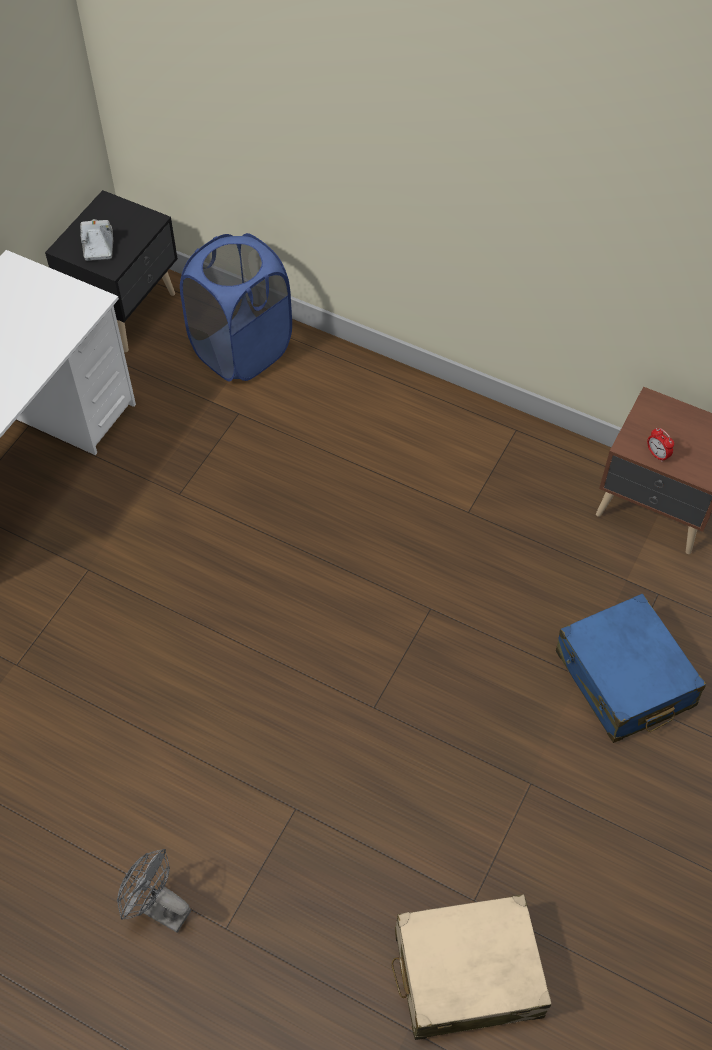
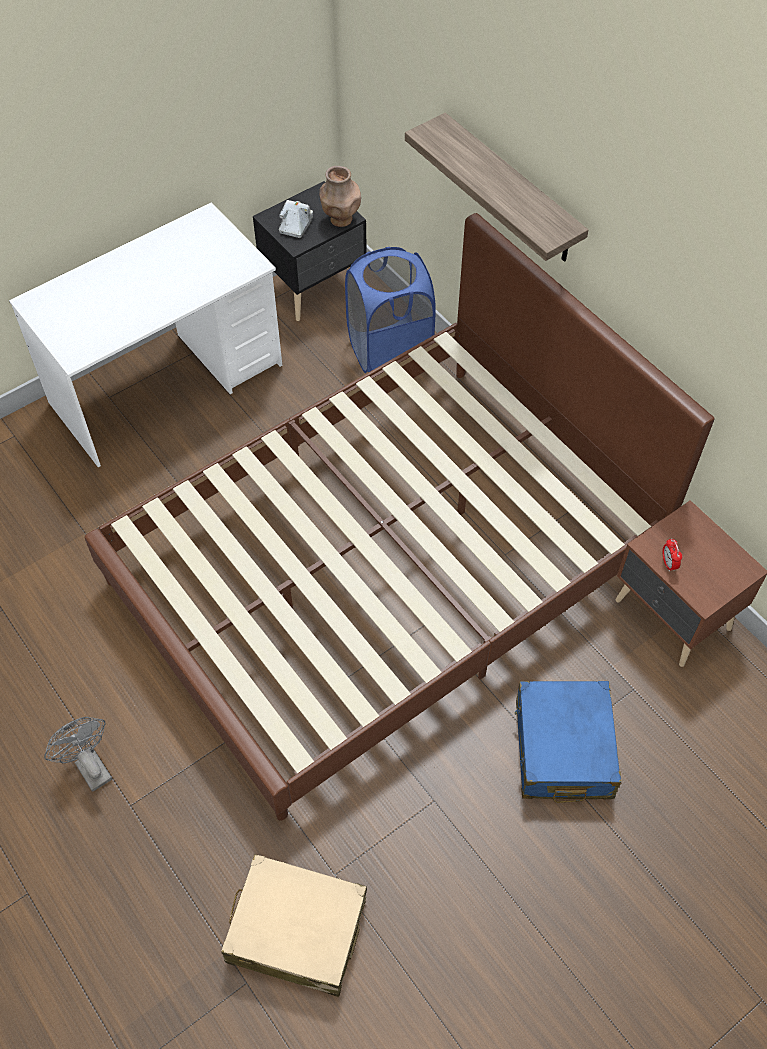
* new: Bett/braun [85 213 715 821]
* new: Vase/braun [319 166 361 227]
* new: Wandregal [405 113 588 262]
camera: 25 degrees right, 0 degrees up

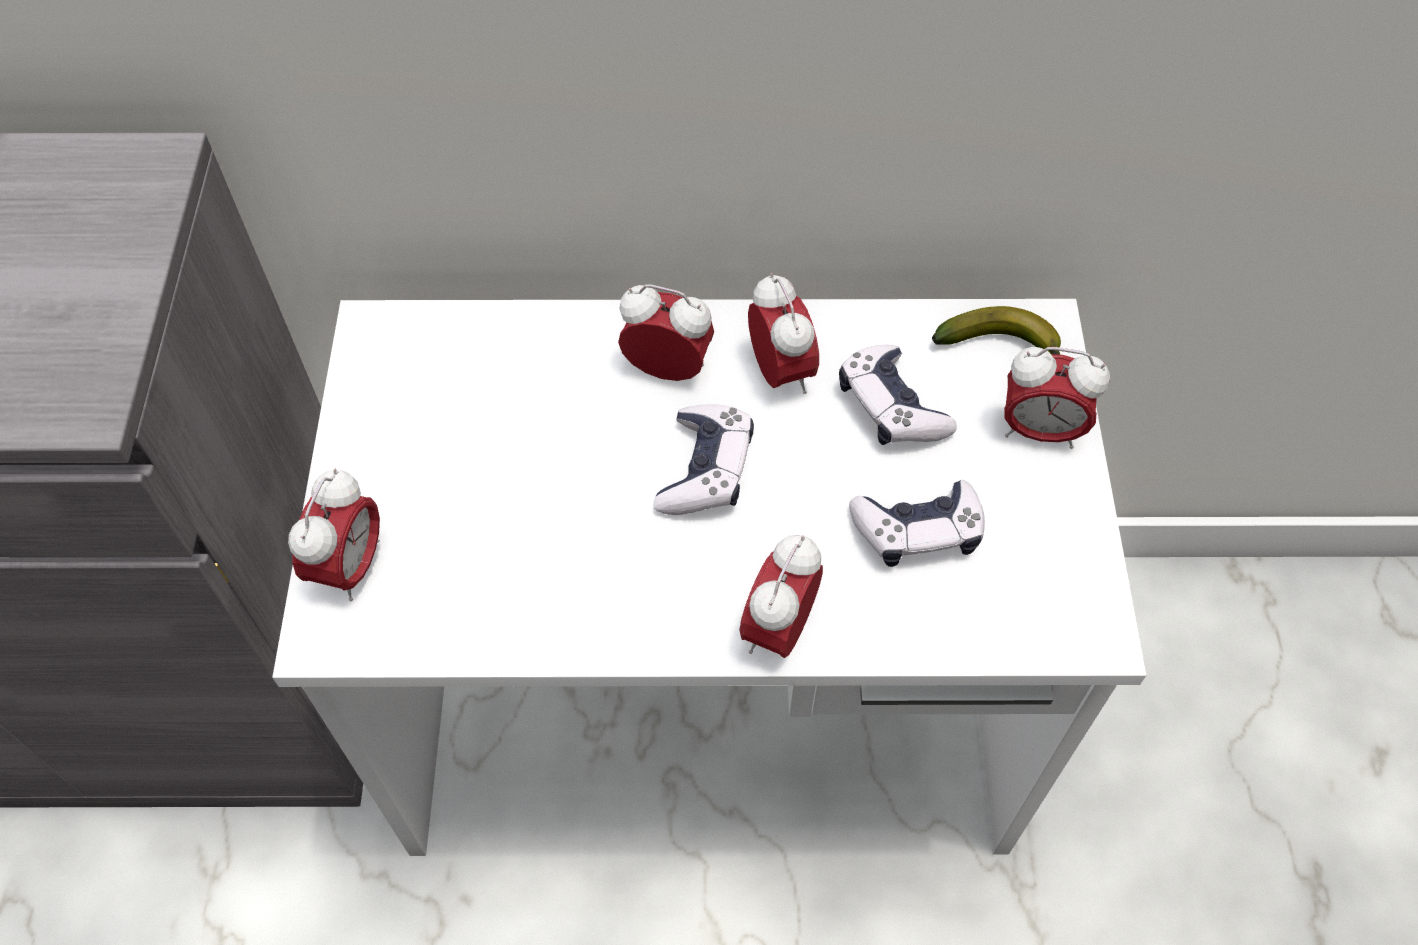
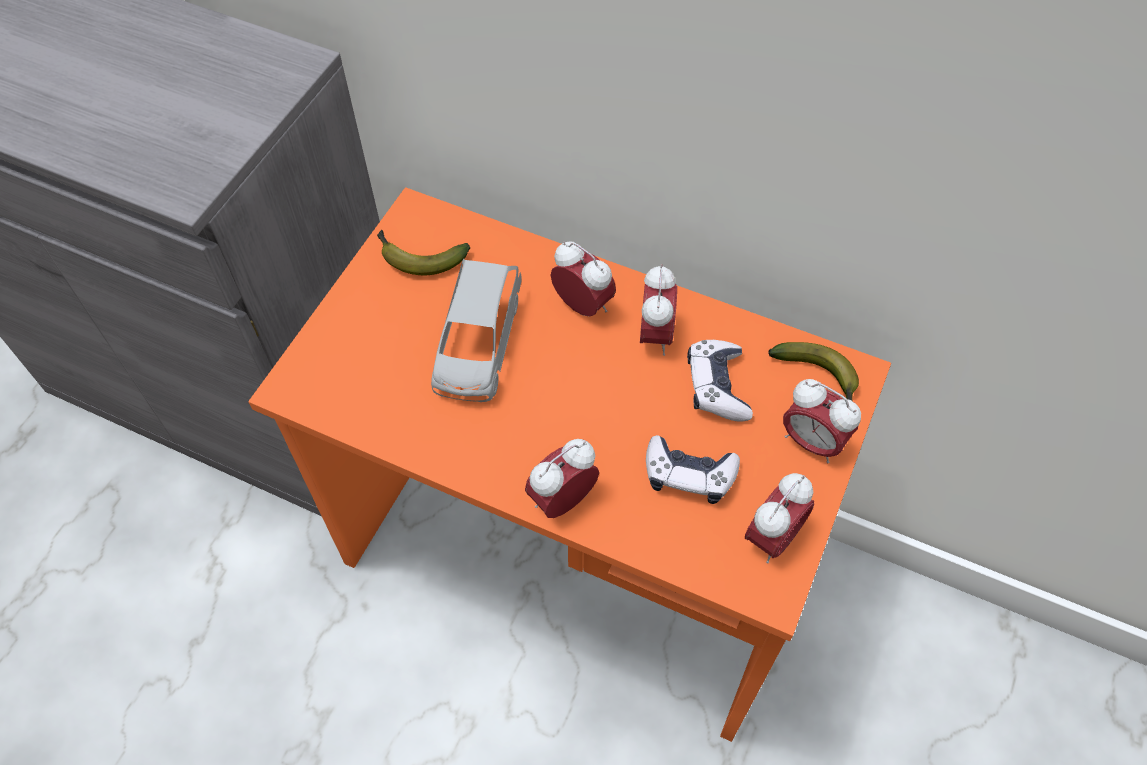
* gone: Gamepad [654 404 754 515]
* new: Banane [377 230 470 275]
* new: Spielzeugauto/grau [431 259 522 402]
* shifted: Wecker [288 469 380 601] to [745 473 814 563]
* repainted: Schreibtisch/weiß [272 299 1146 856] to Schreibtisch/orange [248 187 891 742]
camera: 25 degrees right, 0 degrees up

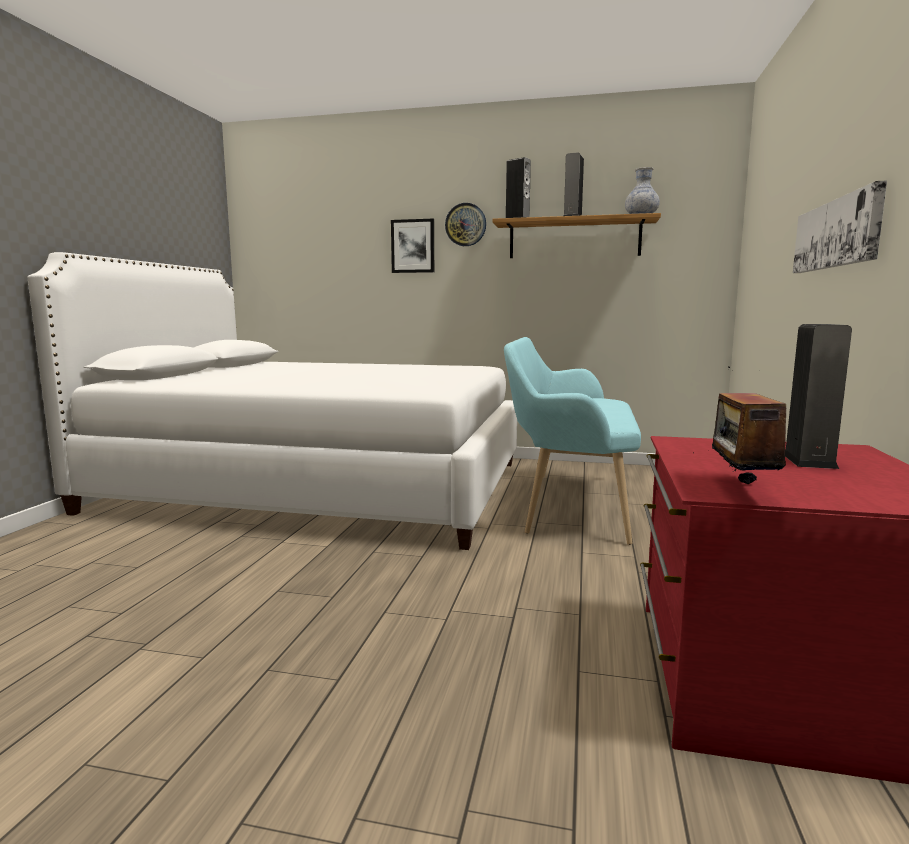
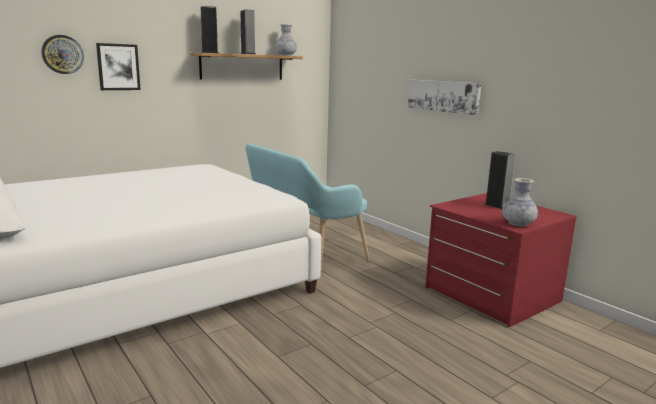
* shifted: Wanduhr [445 203 486 246] to [41 35 84 74]
* swapped: Radio [712 367 797 484] to Vase [502 178 538 227]
camera: 50 degrees left, 5 degrees up

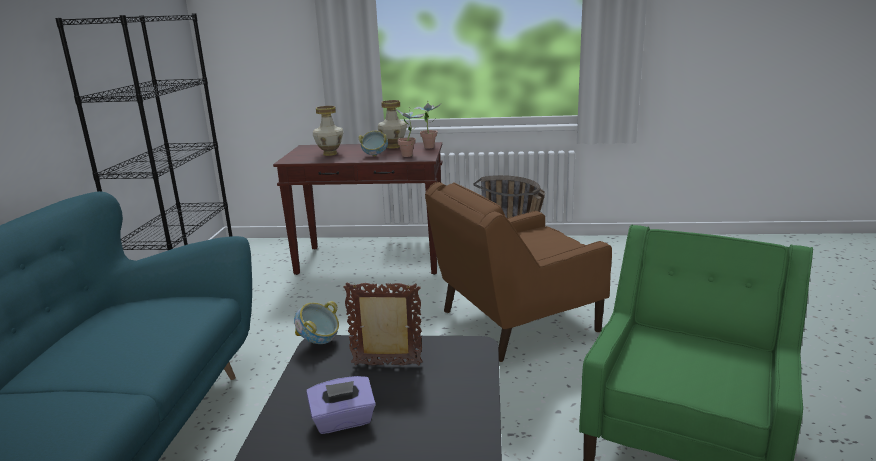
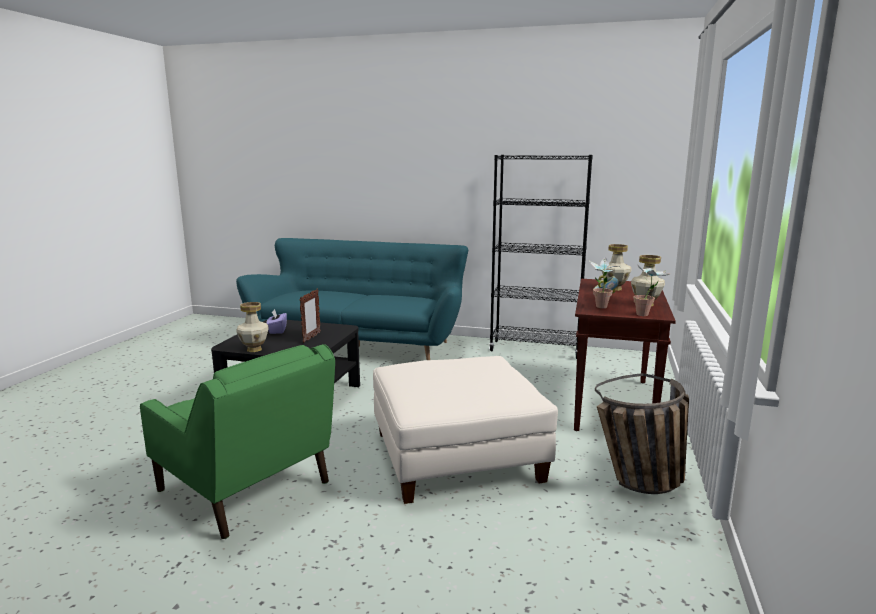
* gone: Schüssel [294 301 339 344]
* new: Vase [236 302 269 352]
* swapped: Sessel/braun [425 182 612 362] to Polsterhocker/weiß [373 356 558 504]
camera: 100 degrees right, 5 degrees down

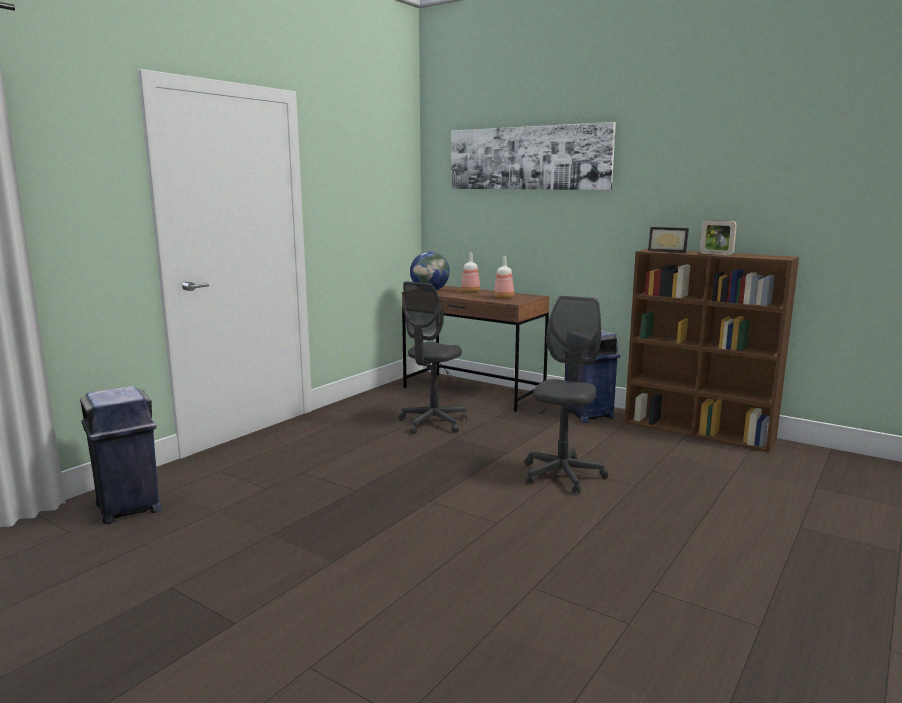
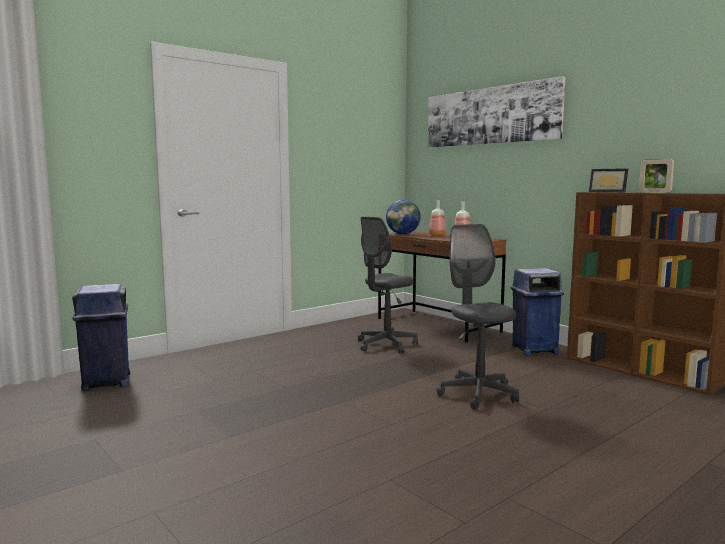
* rotated: Bürostuhl/grau [525 296 608 493] = [437 224 519 410] 60 degrees counterclockwise
camera: 15 degrees right, 5 degrees down

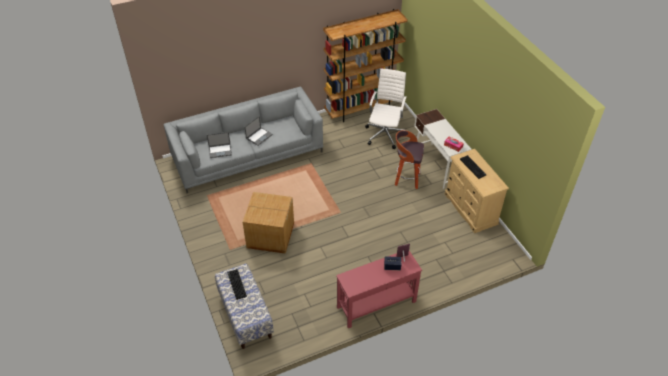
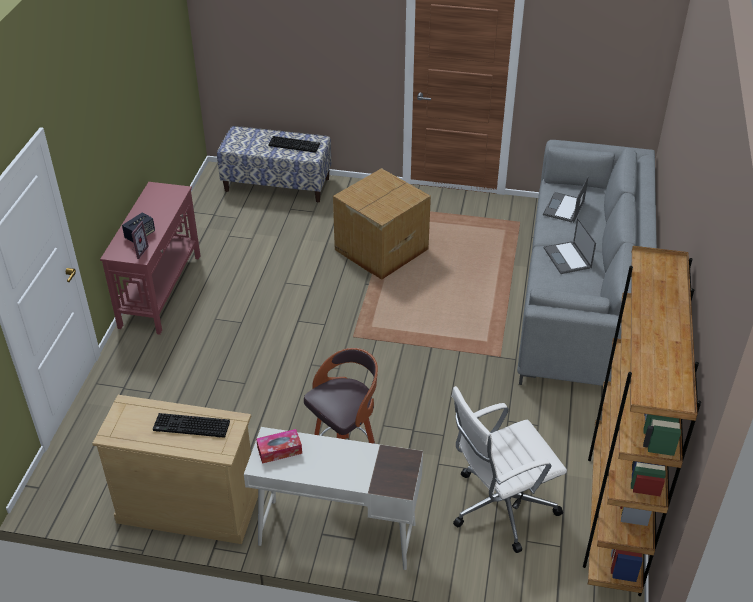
* rotated: Bürostuhl/weiß [365 69 407 149] = [451 386 567 553] 105 degrees clockwise
camera: 125 degrees right, 5 degrees down

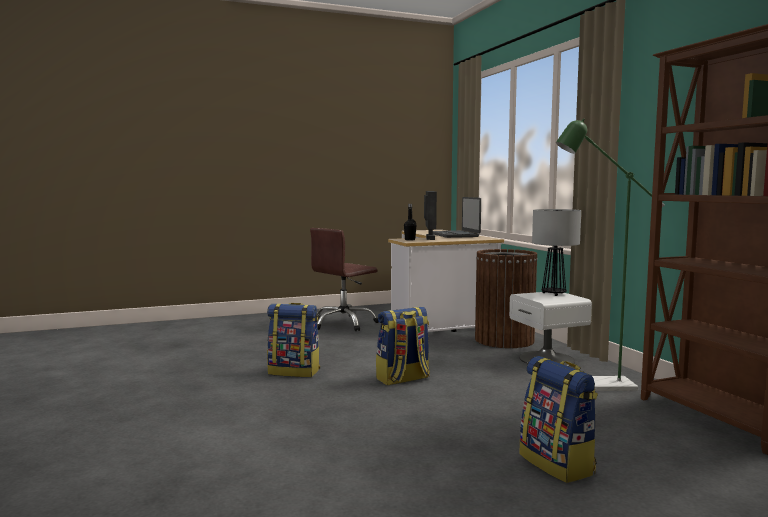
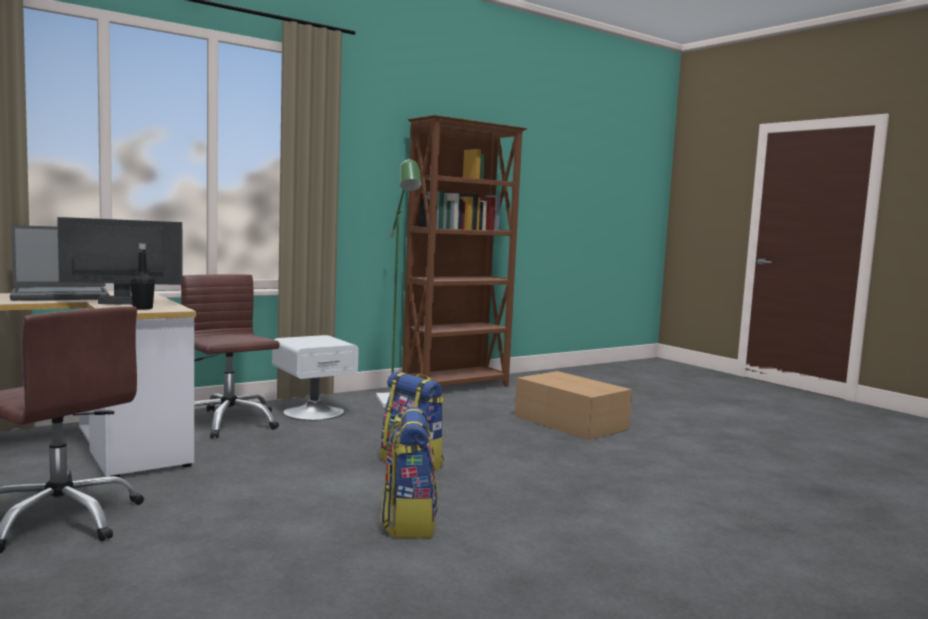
* gone: Tischlampe [532 209 581 296]
* swapped: Mülleimer/braun [475 249 538 348] to Bürostuhl/braun [181 274 280 438]
* swapped: Rucksack [519 356 598 483] to Karton [515 371 632 440]
camera: 105 degrees left, 0 degrees up

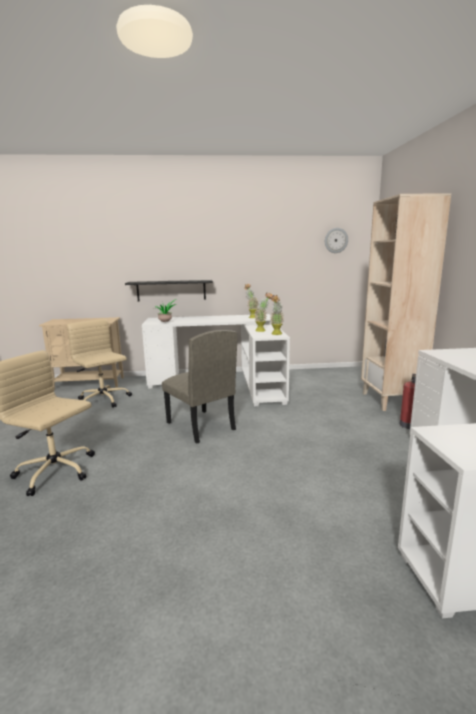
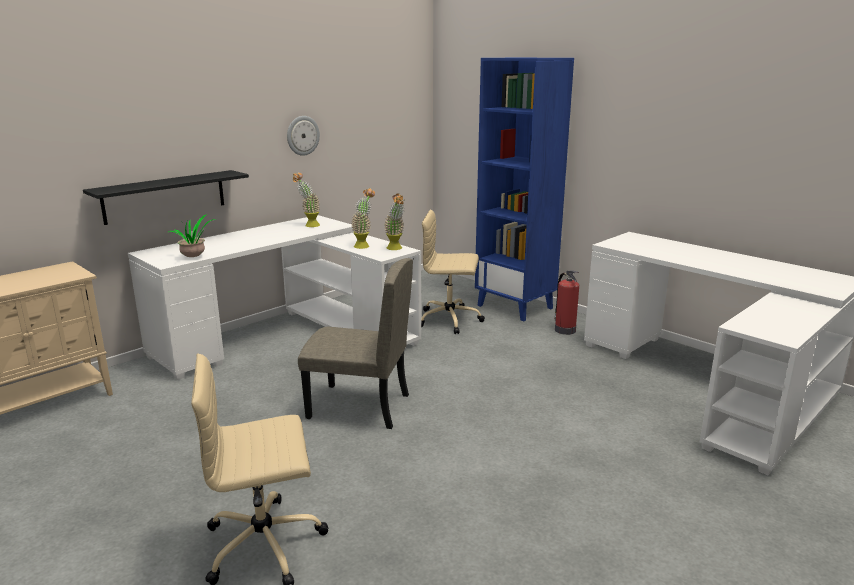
* shifted: Bürostuhl/beige [67 319 132 408] to [421 210 485 334]
* shifted: Wanduhr [325 228 348 253] to [287 116 320 156]
* repainted: Bücherregal/beige [361 193 451 411] to Bücherregal/blau [475 58 574 321]
camera: 40 degrees left, 5 degrees up

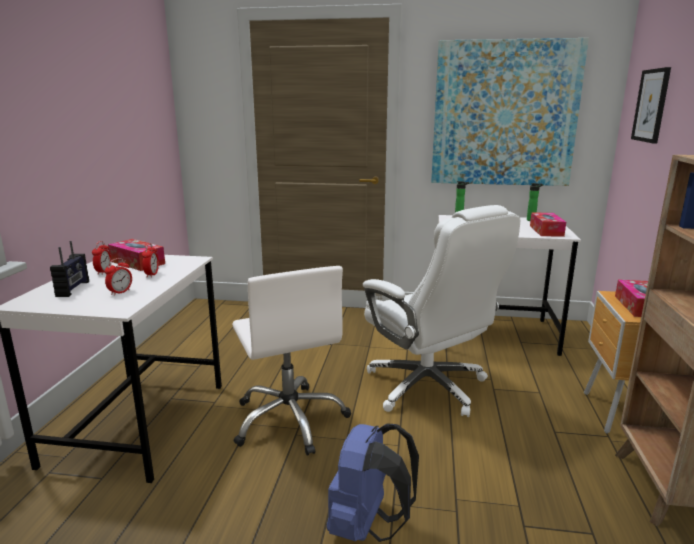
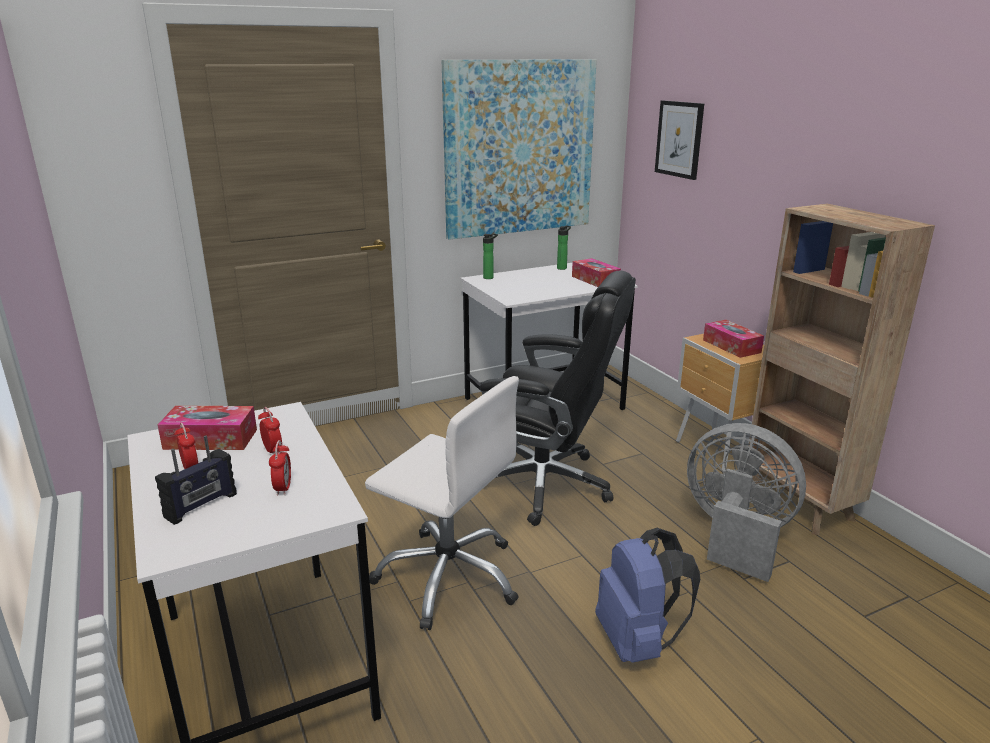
* new: Ventilator/grau [687 423 806 582]
* repainted: Bürostuhl/weiß [363 205 520 417] to Bürostuhl/schwarz [480 271 636 526]
* rotated: Radio [50 241 89 297] = [155 435 237 525] 75 degrees clockwise
camera: 35 degrees left, 5 degrees up

